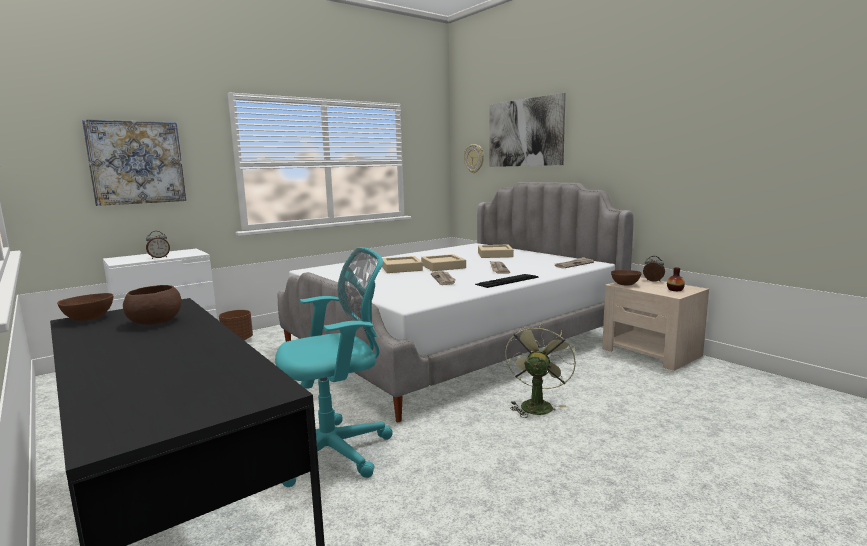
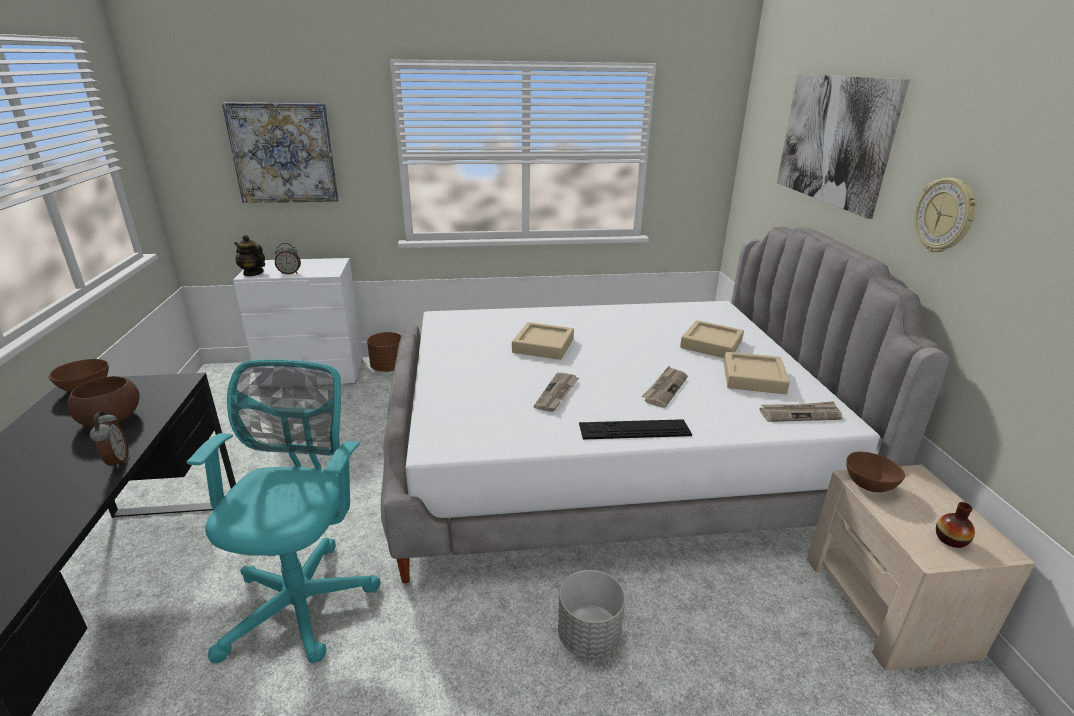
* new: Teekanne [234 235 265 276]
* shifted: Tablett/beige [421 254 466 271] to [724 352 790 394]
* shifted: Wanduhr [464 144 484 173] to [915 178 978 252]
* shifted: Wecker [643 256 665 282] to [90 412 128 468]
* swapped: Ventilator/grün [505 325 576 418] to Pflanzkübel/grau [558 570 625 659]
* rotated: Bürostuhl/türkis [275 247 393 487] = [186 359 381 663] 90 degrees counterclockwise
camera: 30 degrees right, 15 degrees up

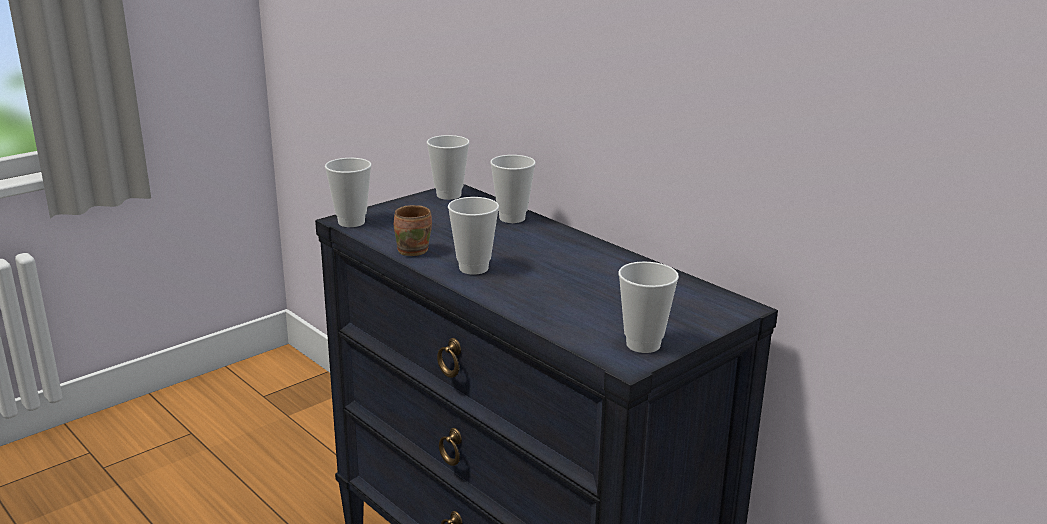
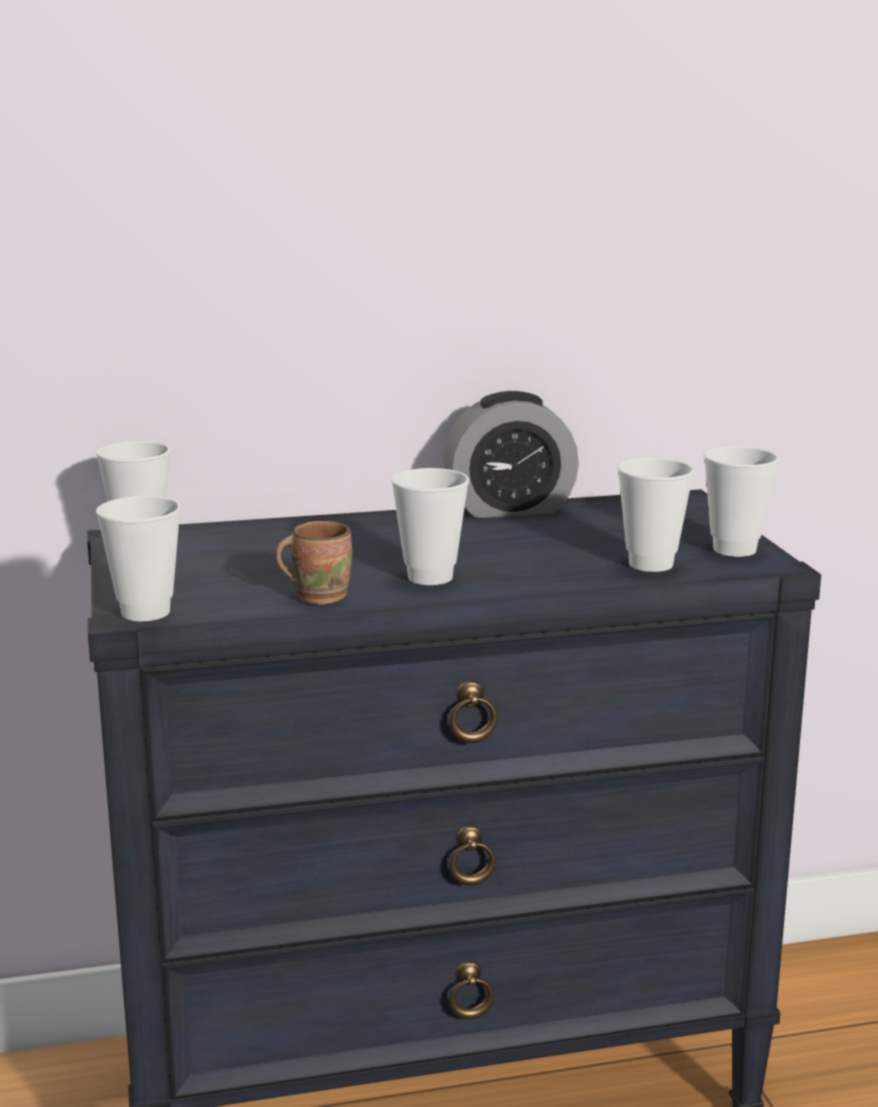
* new: Wecker [443 391 579 518]
* shifted: Tasse [490 155 536 223] to [617 458 695 572]
camera: 60 degrees left, 5 degrees down

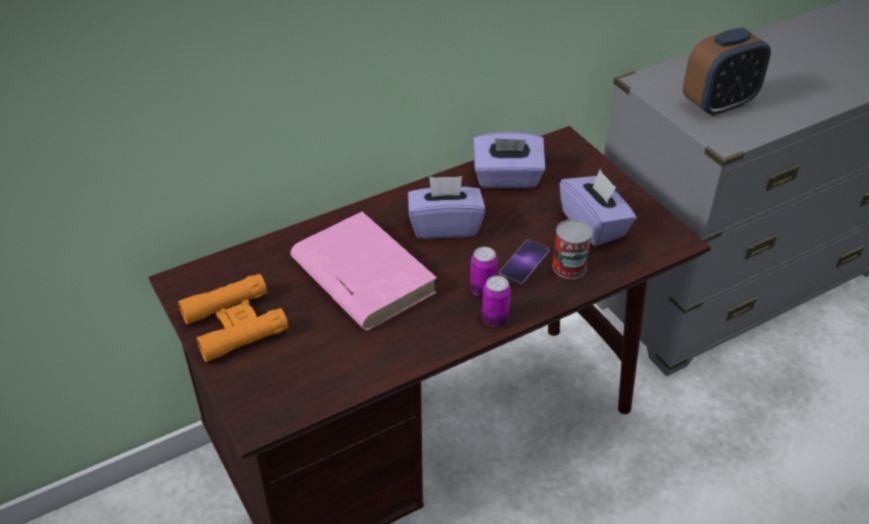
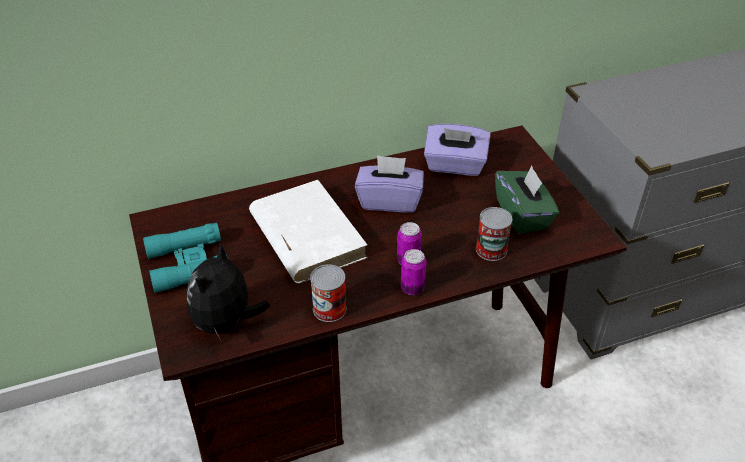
* gone: Handy [499 239 550 284]
* gone: Wecker [683 28 771 117]
* new: Plüschtier [186 243 270 340]
* new: Dose [310 264 346 322]
* repainted: Fernglas/orange [178 274 289 362] to Fernglas/türkis [143 223 228 293]
* repainted: Buch/rosa [290 212 437 330] to Buch/weiß [249 180 368 283]
* repainted: Taschentuchbox/lila [559 170 636 246] to Taschentuchbox/grün [495 166 559 234]
camera: 10 degrees right, 0 degrees up

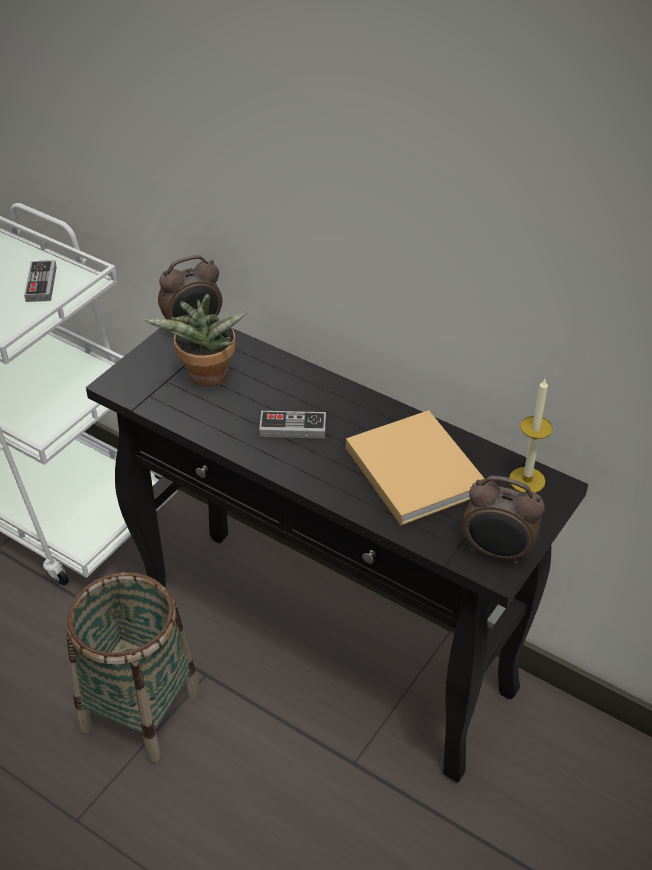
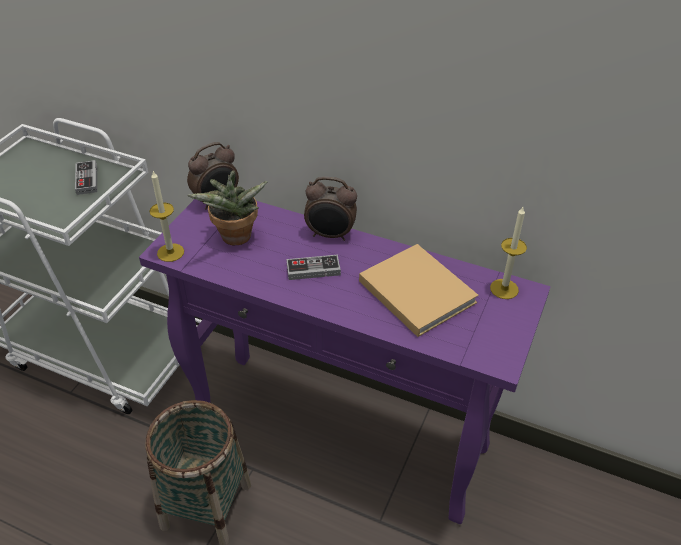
* new: Kerze [149 171 184 262]
* shifted: Wecker [462 476 545 565] to [304 177 357 241]
* repainted: Konsolentisch/schwarz [86 328 588 782] to Konsolentisch/lila [139 199 550 524]
camera: 10 degrees left, 0 degrees up

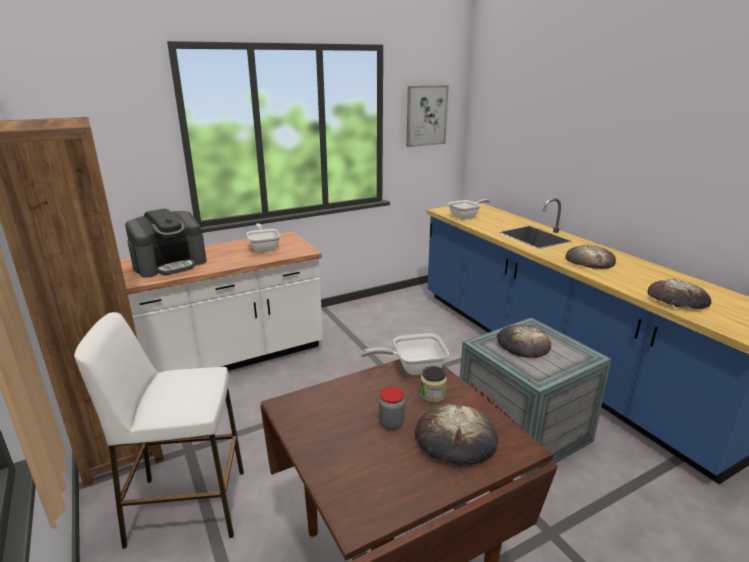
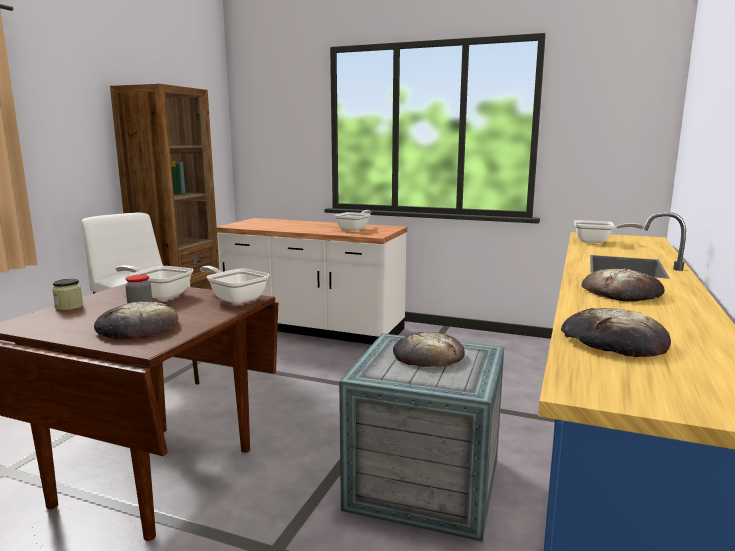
* gone: Kaffeemaschine [125 208 207 278]
* gone: Bild [406 85 449 147]
* new: Pfanne [115 265 194 299]
* shifted: Vorratsglas [420 366 447 402] to [52 279 83 310]
camera: 50 degrees right, 10 degrees down

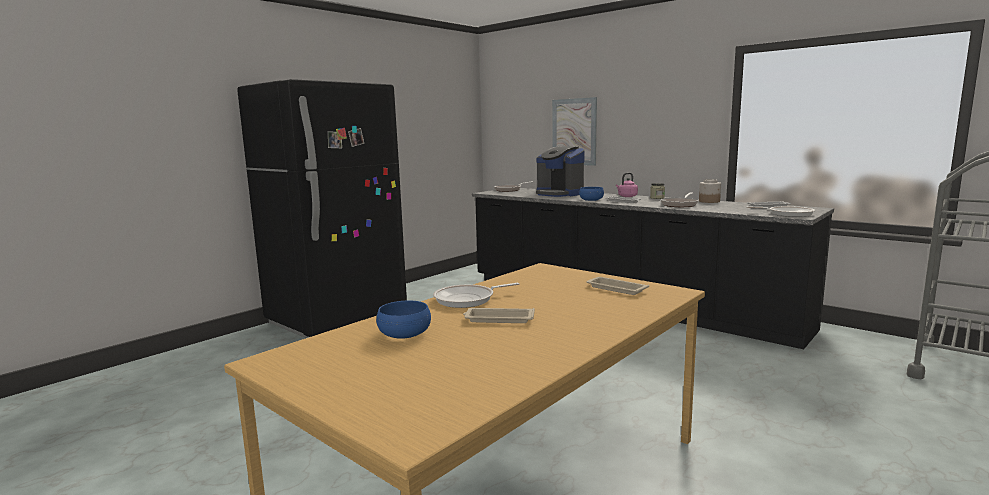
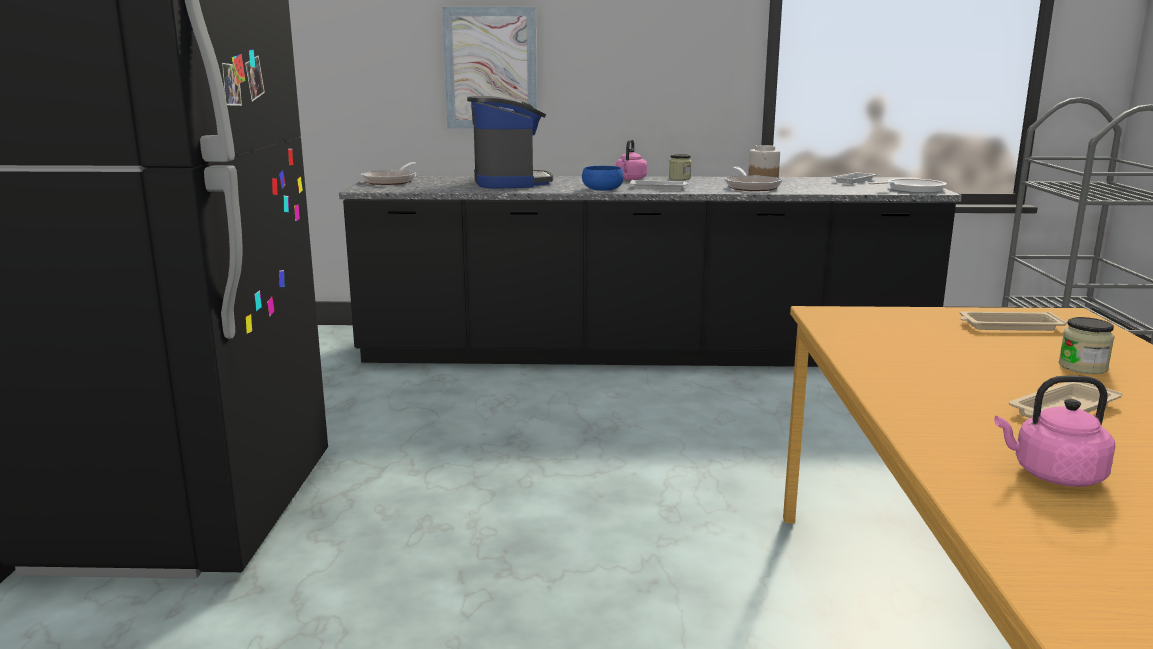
* gone: Pfanne [433 283 519 308]
* new: Vorratsglas [1059 317 1114 374]
* swapped: Schüssel/blau [376 301 431 339] to Wasserkessel/rosa [994 375 1116 487]
* rotated: Kaffeemaschine [536 146 585 197] = [467 96 553 188] 105 degrees counterclockwise
camera: 40 degrees left, 5 degrees up

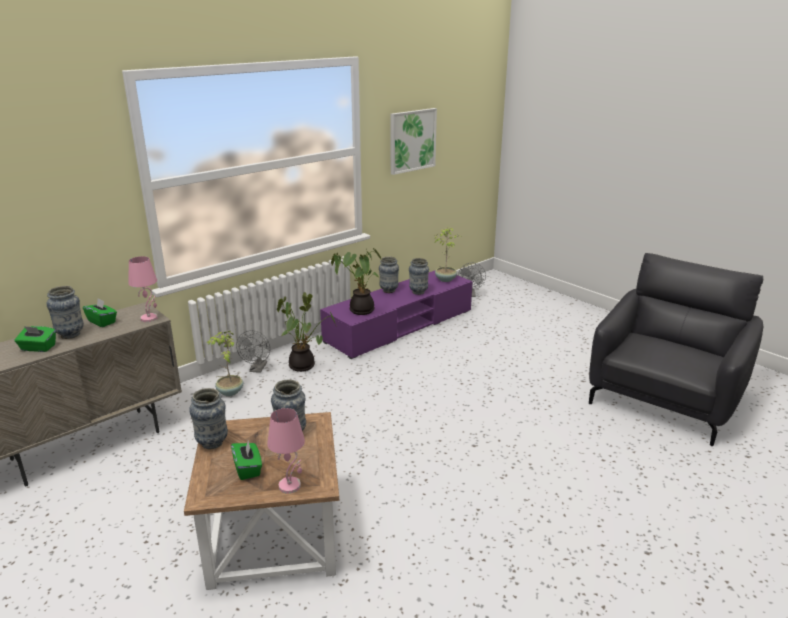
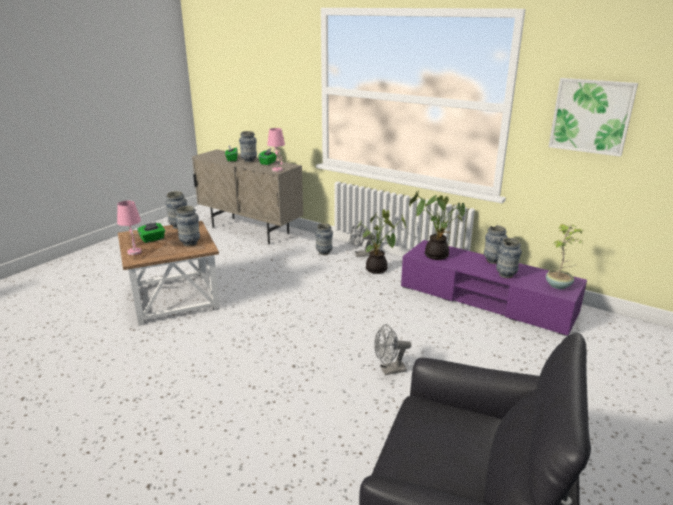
* shifted: Ventilator/grau [458 262 486 297] to [374 324 411 375]
* swapped: Topfpflanze [206 331 243 396] to Vase [315 223 333 255]
camera: 75 degrees right, 0 degrees up

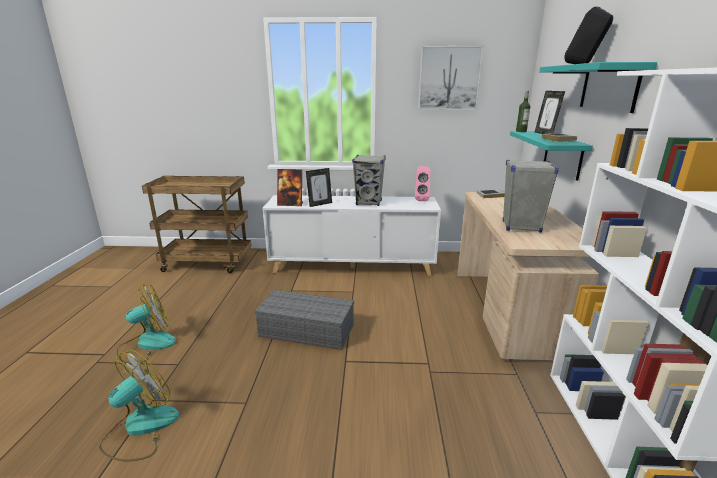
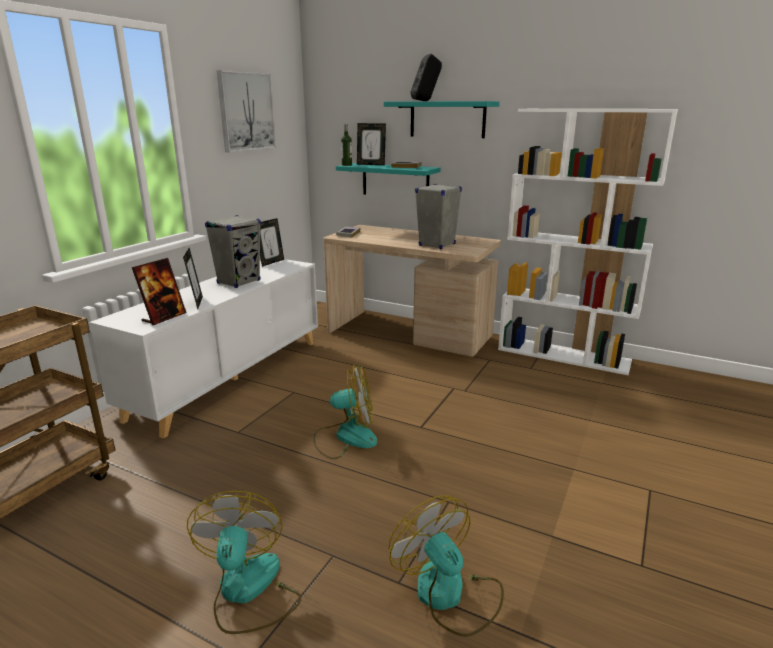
* swapped: Aufbewahrungsbox/grau [254 290 354 350] to Ventilator [313 364 378 459]
* swapped: Lautsprecher/rosa [415 166 430 201] to Bilderrahmen [260 218 284 267]
camera: 65 degrees left, 0 degrees up

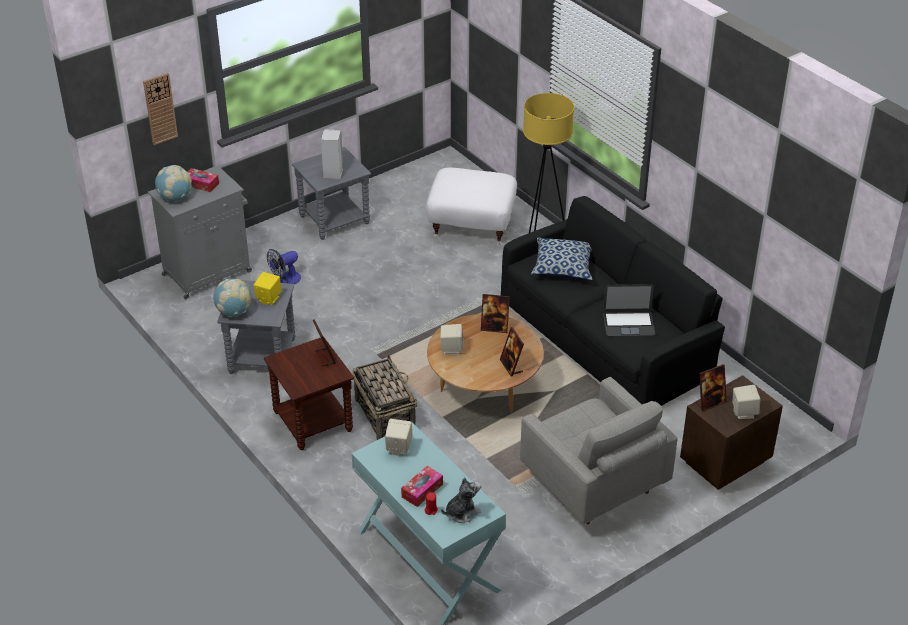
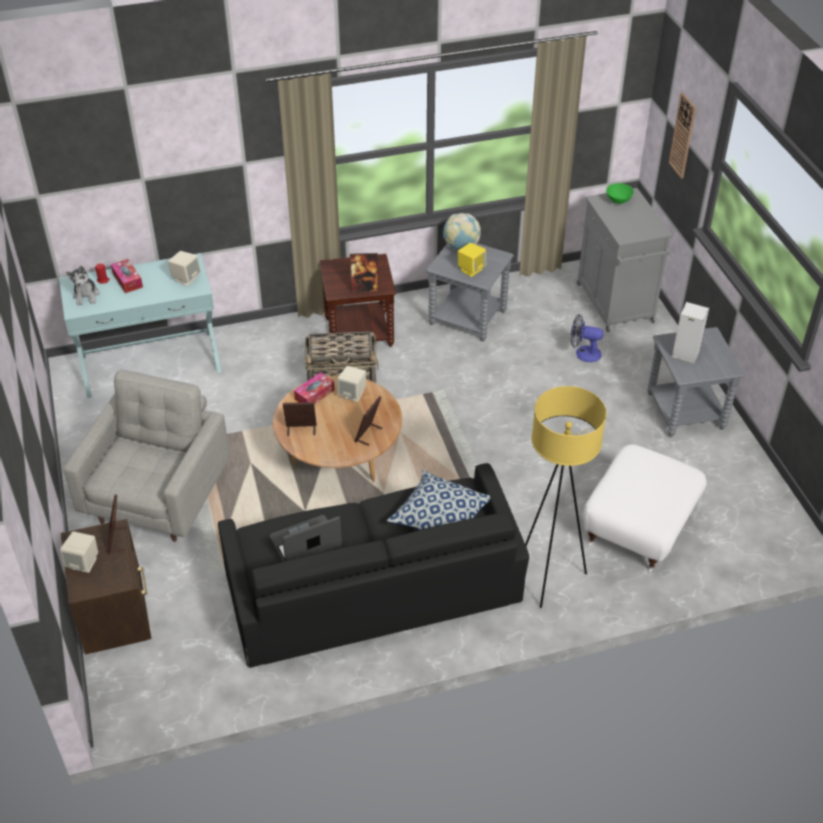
* shifted: Taschentuchbox [187 168 219 193] to [294 373 335 404]
* swapped: Globus [155 165 192 202] to Schüssel/grün [606 183 634 204]
* rotated: Ventilator [267 249 301 285] = [571 314 604 362] 60 degrees counterclockwise
* rotated: Sessel/grau [520 377 677 524] = [64 370 230 542] 120 degrees clockwise
* rotated: Laptop [603 284 655 336] = [270 515 342 561] 45 degrees clockwise
camera: 110 degrees right, 5 degrees up

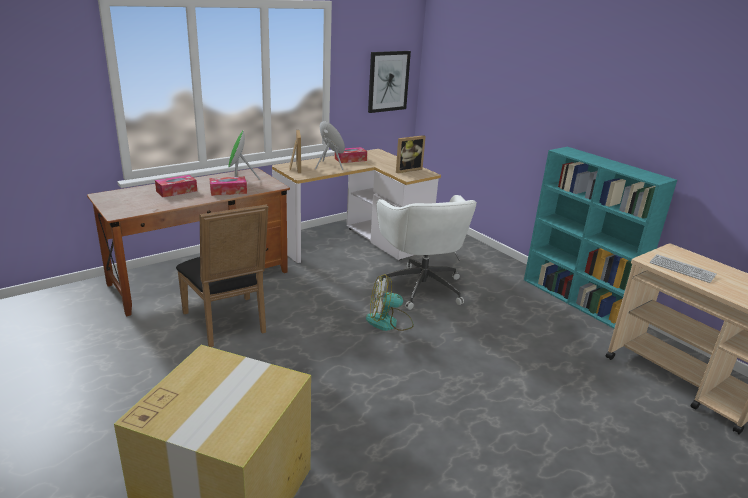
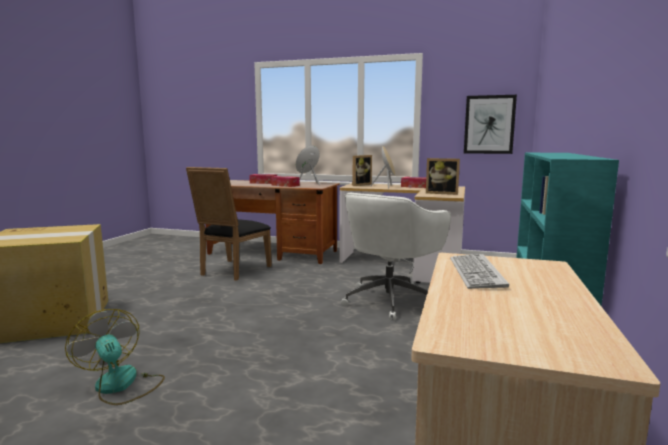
* shifted: Ventilator [366 274 414 331] to [65 309 165 405]
camera: 55 degrees right, 15 degrees down

